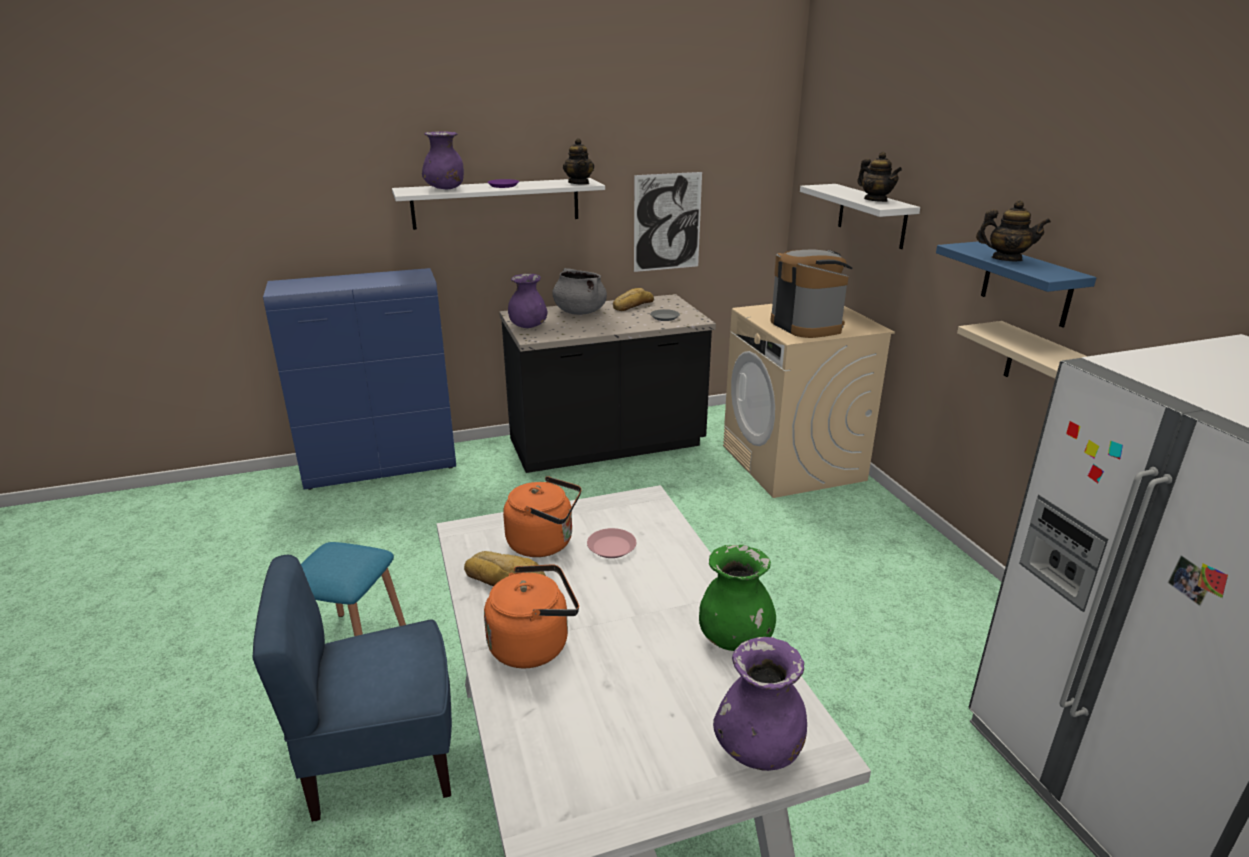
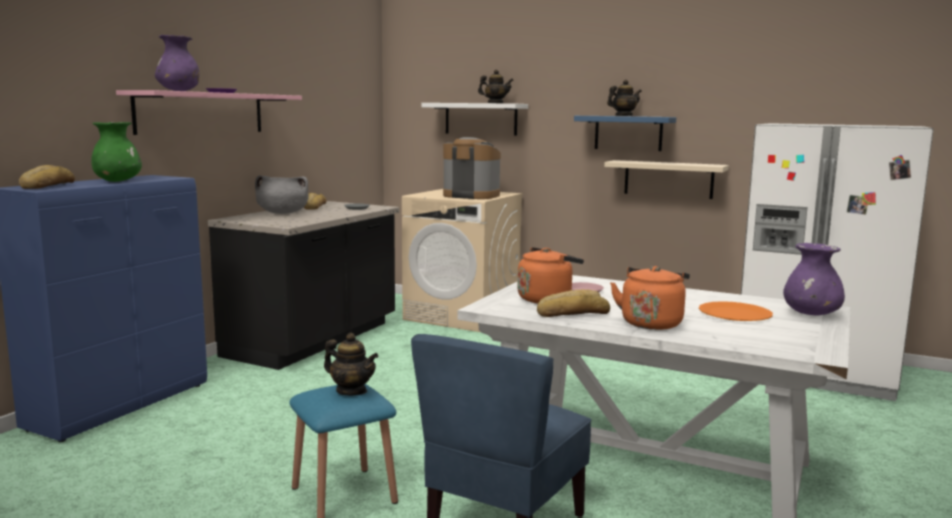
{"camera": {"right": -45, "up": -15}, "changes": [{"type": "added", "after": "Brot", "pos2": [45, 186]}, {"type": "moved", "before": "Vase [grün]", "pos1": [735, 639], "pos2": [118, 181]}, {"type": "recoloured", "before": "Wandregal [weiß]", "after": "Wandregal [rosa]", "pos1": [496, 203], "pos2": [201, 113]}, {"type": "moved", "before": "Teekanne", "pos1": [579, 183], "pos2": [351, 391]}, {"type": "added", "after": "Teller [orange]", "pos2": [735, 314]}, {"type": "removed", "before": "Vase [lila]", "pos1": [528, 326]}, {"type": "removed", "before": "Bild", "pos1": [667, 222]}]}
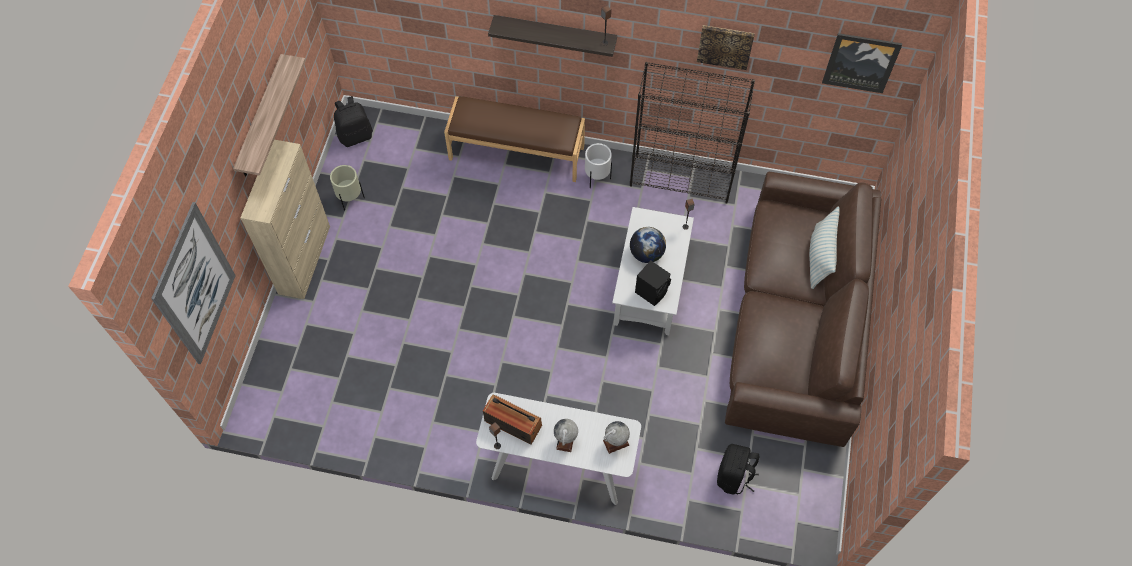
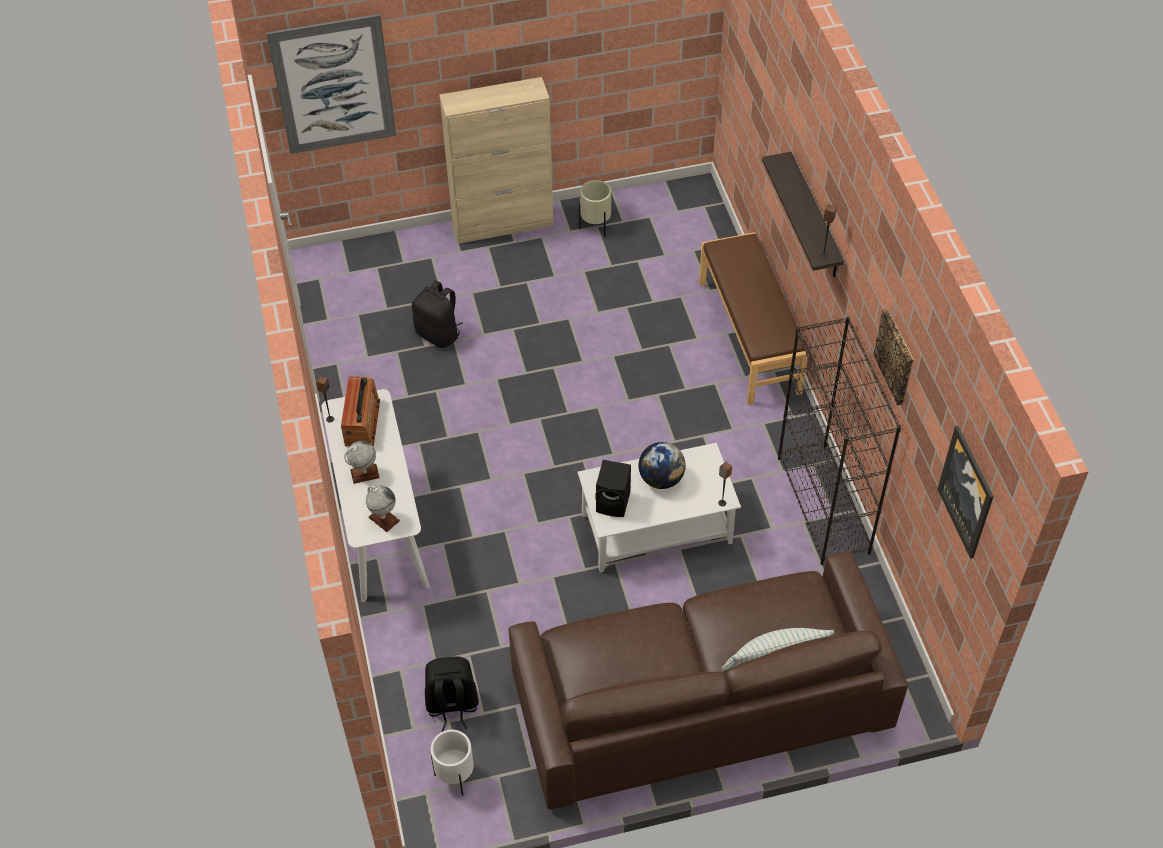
{"camera": {"right": 65, "up": -10}, "changes": [{"type": "moved", "before": "Rucksack [schwarz]", "pos1": [355, 135], "pos2": [439, 334]}, {"type": "moved", "before": "Pflanzkübel [weiß]", "pos1": [597, 178], "pos2": [455, 777]}, {"type": "removed", "before": "Wandregal", "pos1": [261, 118]}]}
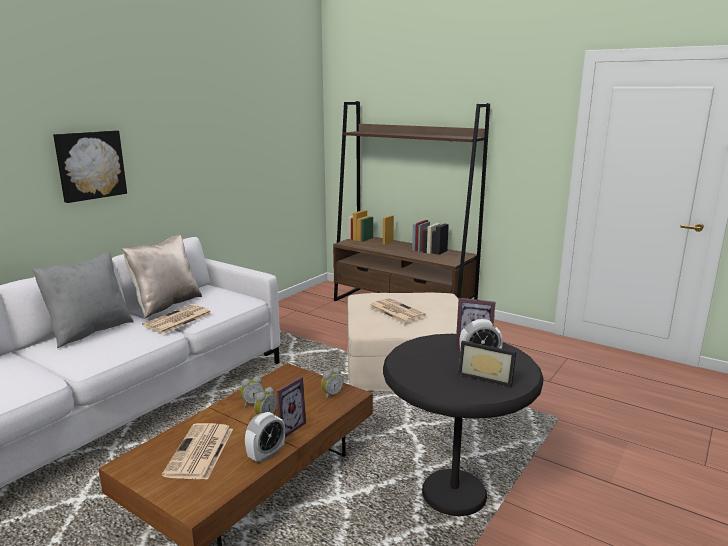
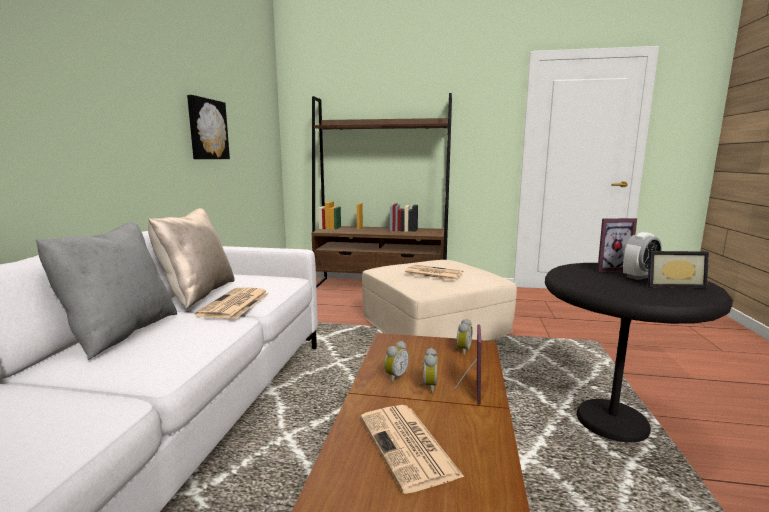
{"camera": {"right": -25, "up": -5}, "changes": [{"type": "moved", "before": "Bild", "pos1": [90, 165], "pos2": [207, 129]}, {"type": "removed", "before": "Wecker", "pos1": [266, 454]}]}
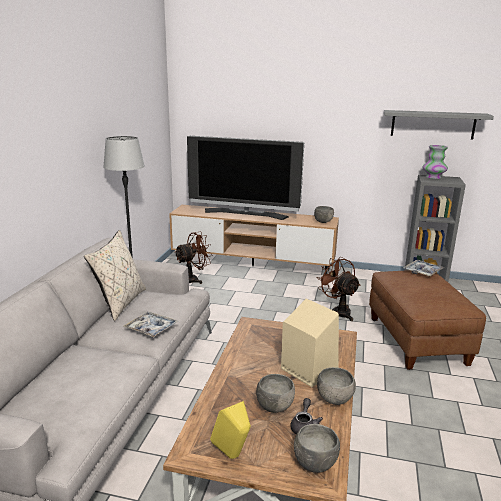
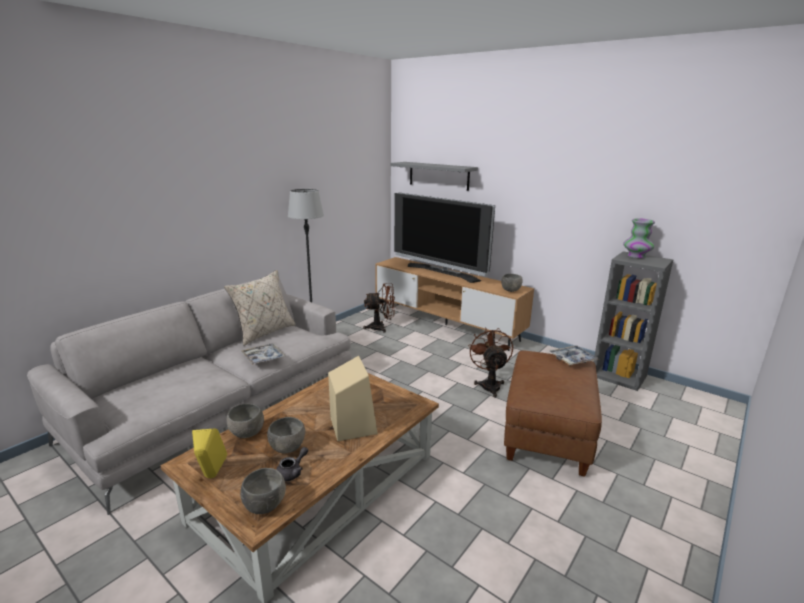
{"camera": {"right": 25, "up": 0}, "changes": [{"type": "moved", "before": "Schüssel [grau]", "pos1": [335, 400], "pos2": [247, 434]}, {"type": "moved", "before": "Wandregal [grau]", "pos1": [433, 124], "pos2": [438, 175]}]}
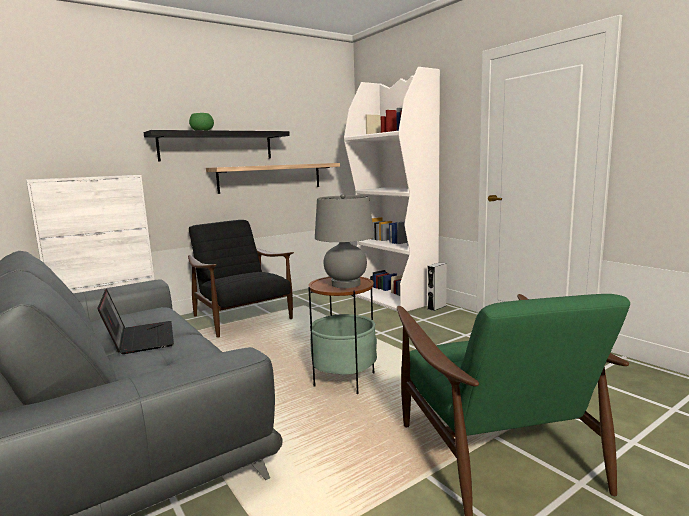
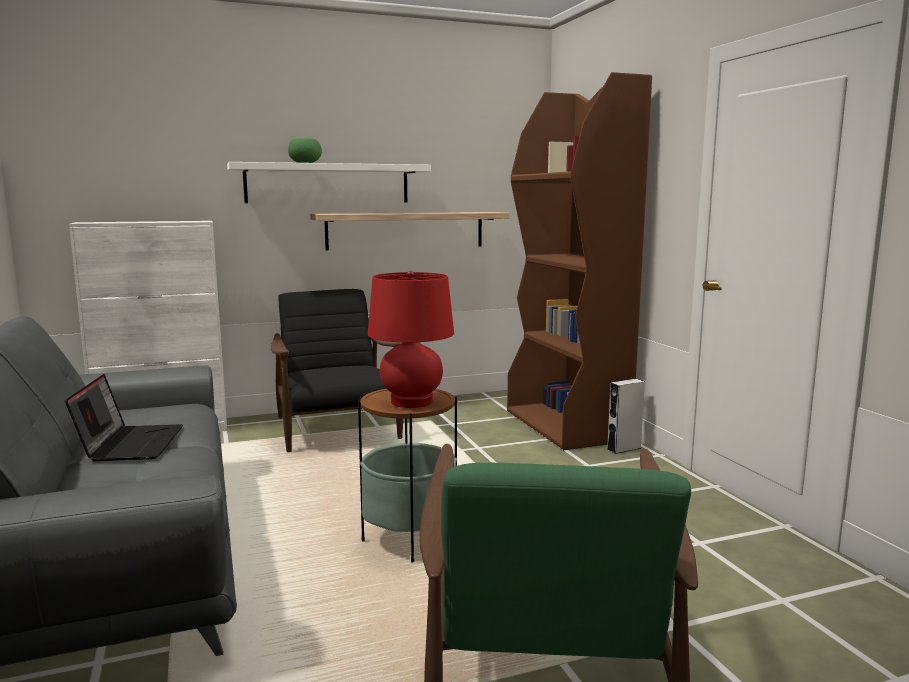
{"camera": {"right": 15, "up": 0}, "changes": [{"type": "recoloured", "before": "Wandregal [schwarz]", "after": "Wandregal [weiß]", "pos1": [217, 146], "pos2": [328, 183]}, {"type": "recoloured", "before": "Tischlampe [grau]", "after": "Tischlampe [rot]", "pos1": [346, 284], "pos2": [411, 401]}, {"type": "recoloured", "before": "Bücherregal [weiß]", "after": "Bücherregal [braun]", "pos1": [393, 298], "pos2": [567, 426]}]}
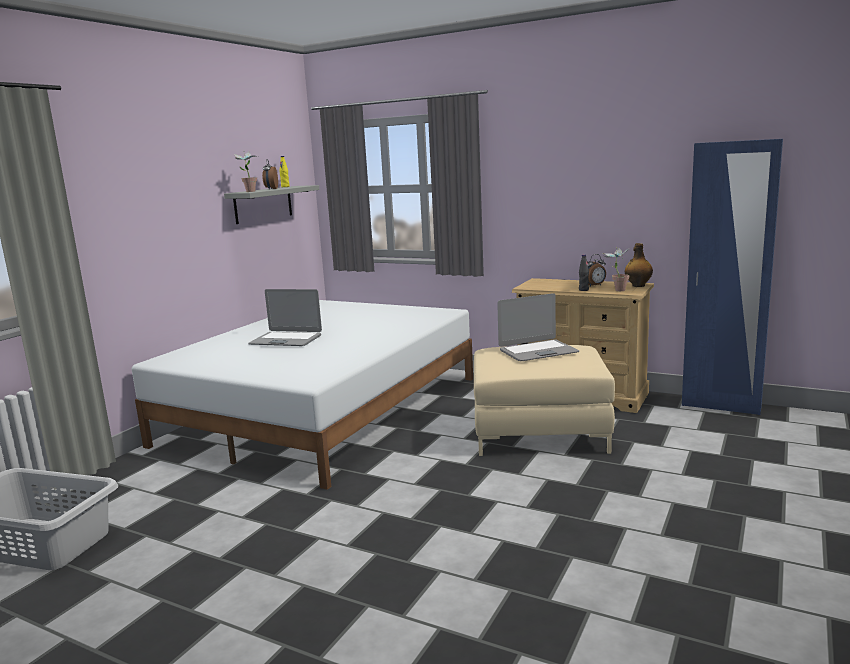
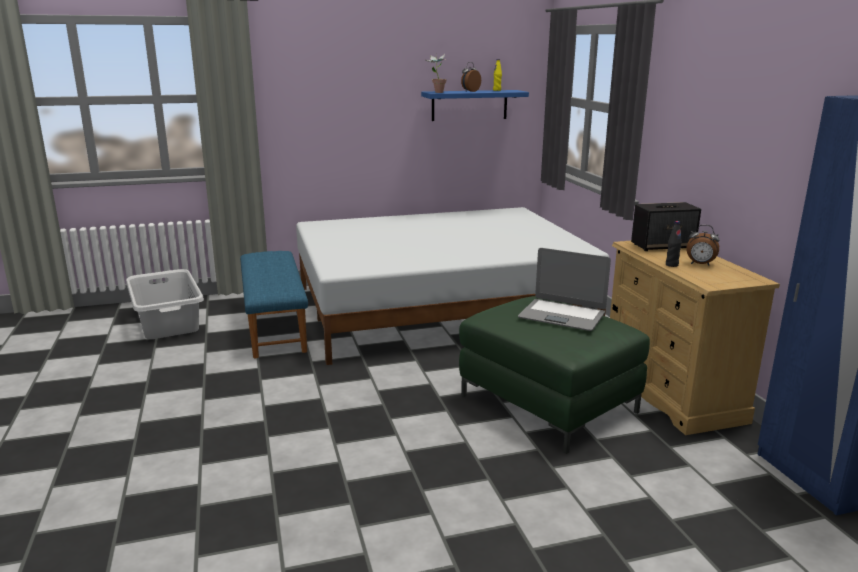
{"camera": {"right": 45, "up": 5}, "changes": [{"type": "added", "after": "Bank [blau]", "pos2": [275, 325]}, {"type": "recoloured", "before": "Wandregal [grau]", "after": "Wandregal [blau]", "pos1": [263, 204], "pos2": [469, 105]}, {"type": "recoloured", "before": "Polsterhocker [beige]", "after": "Polsterhocker [grün]", "pos1": [539, 433], "pos2": [548, 403]}, {"type": "added", "after": "Lautsprecher", "pos2": [663, 246]}, {"type": "removed", "before": "Laptop", "pos1": [286, 340]}, {"type": "removed", "before": "Topfpflanze", "pos1": [616, 290]}, {"type": "removed", "before": "Flasche", "pos1": [638, 285]}]}
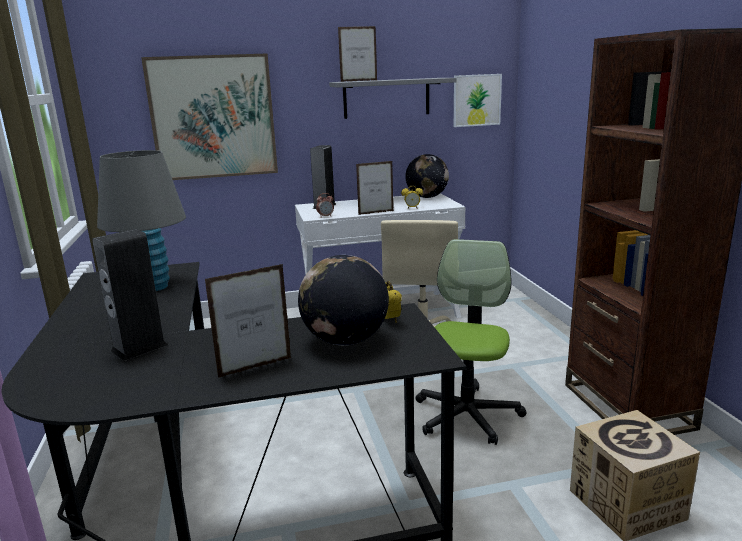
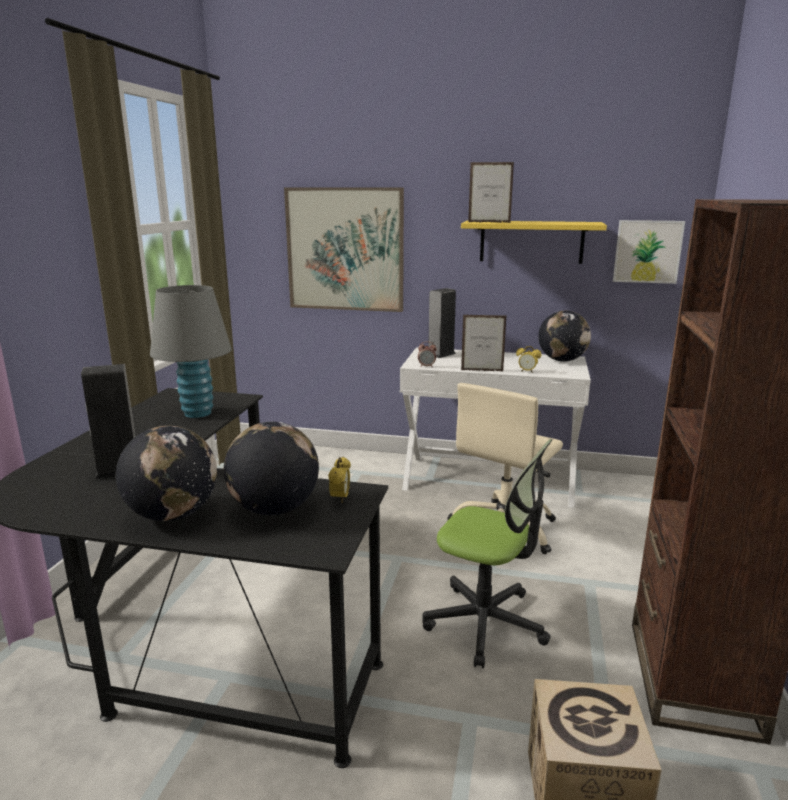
{"camera": {"right": 25, "up": 0}, "changes": [{"type": "replaced", "before": "Bilderrahmen", "after": "Globus", "pos1": [255, 367], "pos2": [173, 515]}, {"type": "turned", "before": "Bürostuhl", "pos1": [467, 415], "pos2": [485, 623], "turn": 75}, {"type": "recoloured", "before": "Wandregal [grau]", "after": "Wandregal [gelb]", "pos1": [386, 98], "pos2": [531, 242]}]}
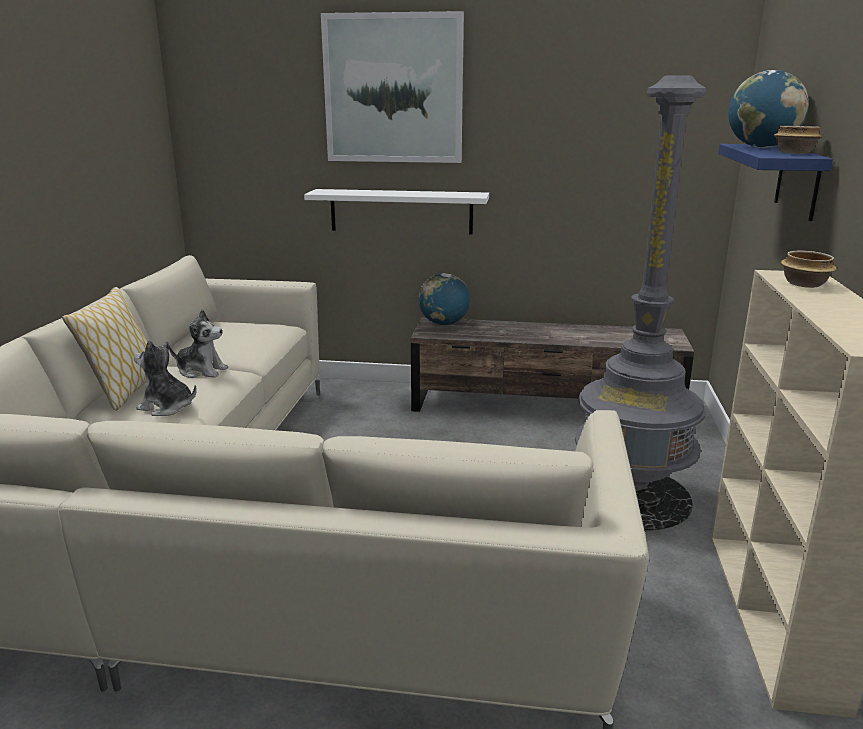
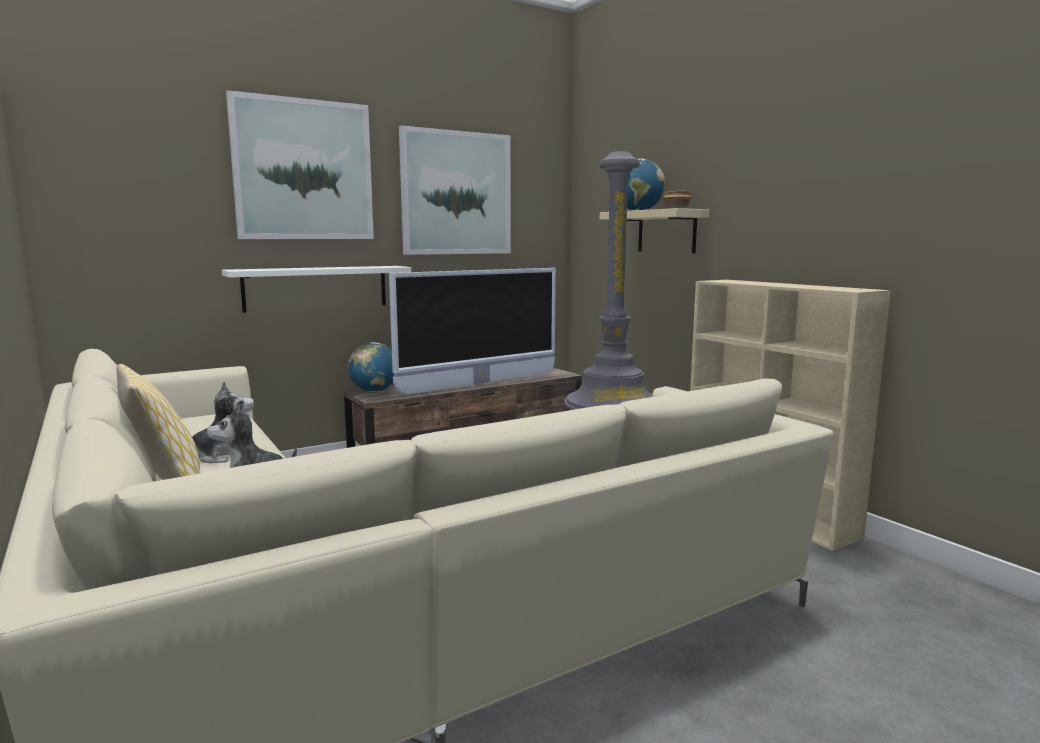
{"camera": {"right": -40, "up": -10}, "changes": [{"type": "added", "after": "Fernseher", "pos2": [480, 383]}, {"type": "added", "after": "Bild", "pos2": [456, 193]}, {"type": "recoloured", "before": "Wandregal [blau]", "after": "Wandregal [beige]", "pos1": [798, 181], "pos2": [666, 231]}, {"type": "removed", "before": "Schüssel", "pos1": [804, 284]}]}
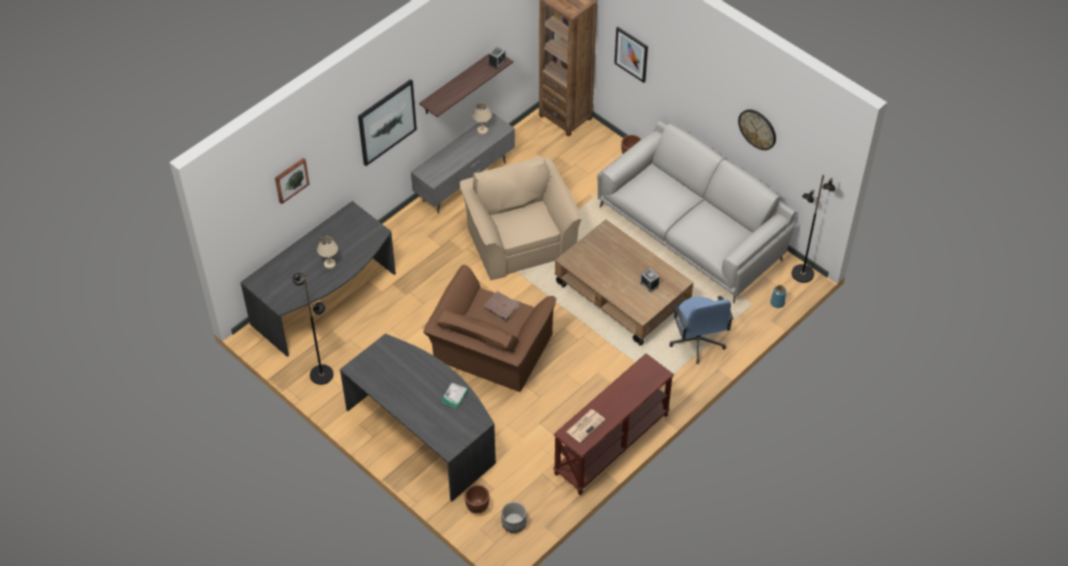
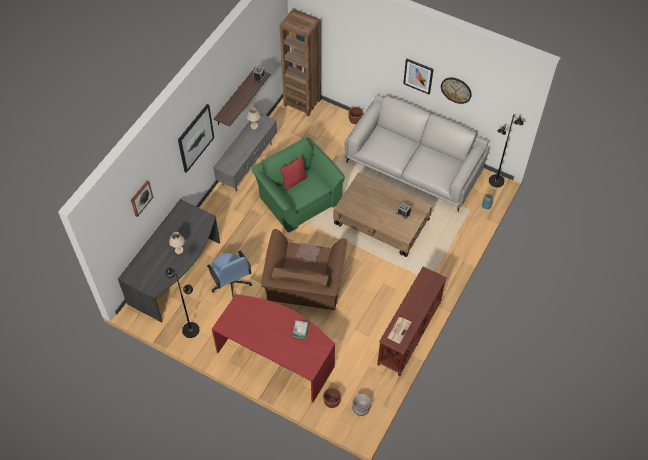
{"camera": {"right": -15, "up": 5}, "changes": [{"type": "moved", "before": "Bürostuhl [blau]", "pos1": [697, 341], "pos2": [231, 284]}, {"type": "recoloured", "before": "Schreibtisch [grau]", "after": "Schreibtisch [rot]", "pos1": [423, 433], "pos2": [277, 356]}, {"type": "recoloured", "before": "Sessel [beige]", "after": "Sessel [grün]", "pos1": [519, 237], "pos2": [298, 196]}, {"type": "added", "after": "Kissen [rot]", "pos2": [294, 181]}, {"type": "moved", "before": "Bild", "pos1": [631, 54], "pos2": [418, 76]}]}
